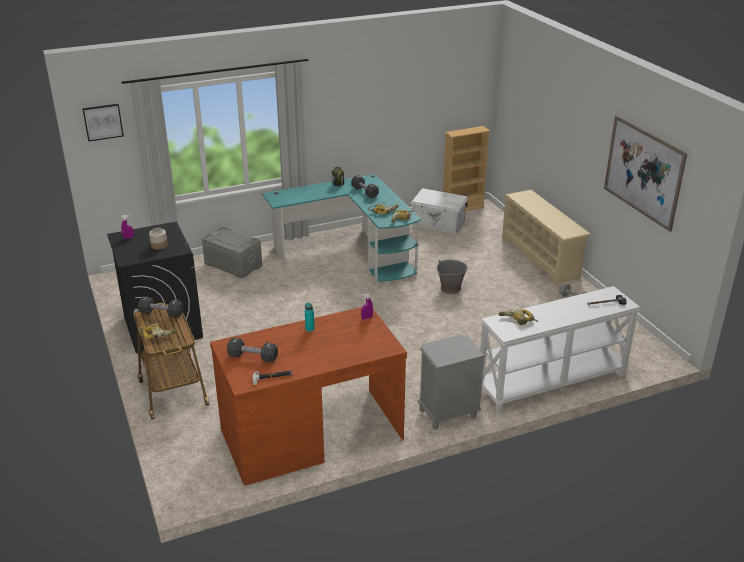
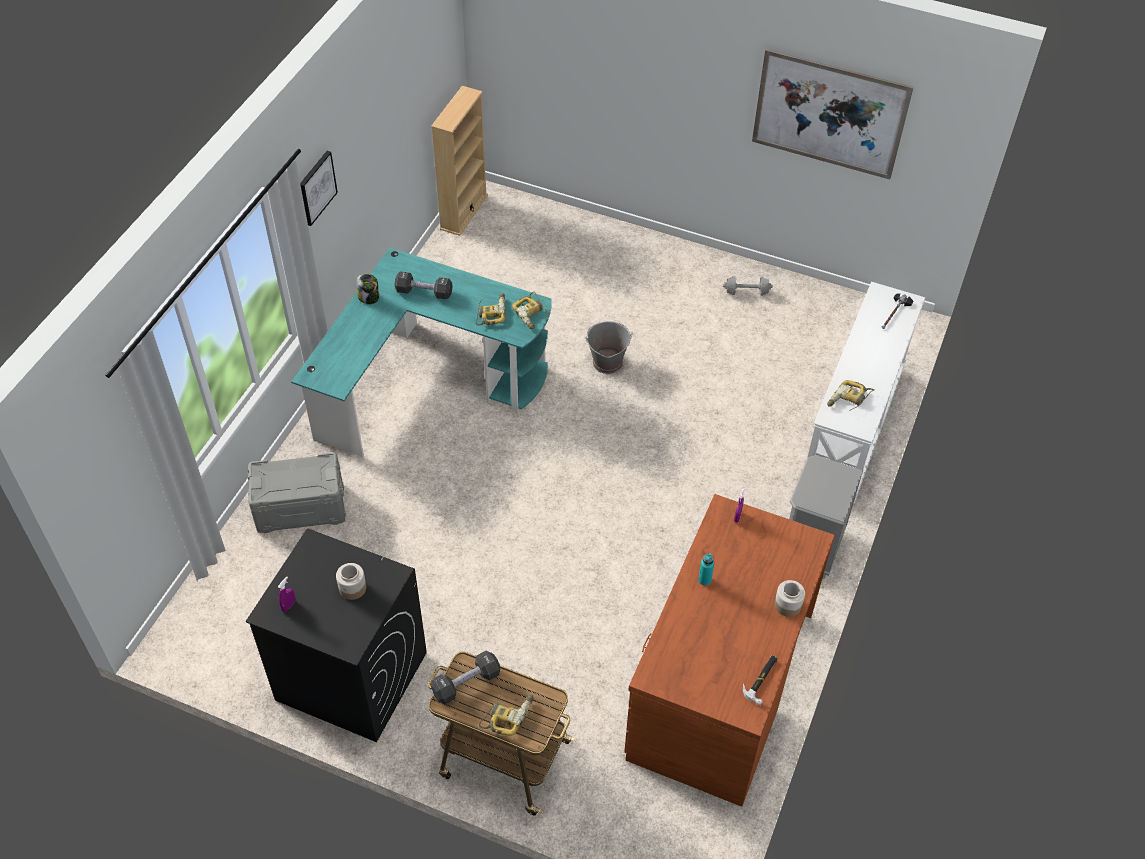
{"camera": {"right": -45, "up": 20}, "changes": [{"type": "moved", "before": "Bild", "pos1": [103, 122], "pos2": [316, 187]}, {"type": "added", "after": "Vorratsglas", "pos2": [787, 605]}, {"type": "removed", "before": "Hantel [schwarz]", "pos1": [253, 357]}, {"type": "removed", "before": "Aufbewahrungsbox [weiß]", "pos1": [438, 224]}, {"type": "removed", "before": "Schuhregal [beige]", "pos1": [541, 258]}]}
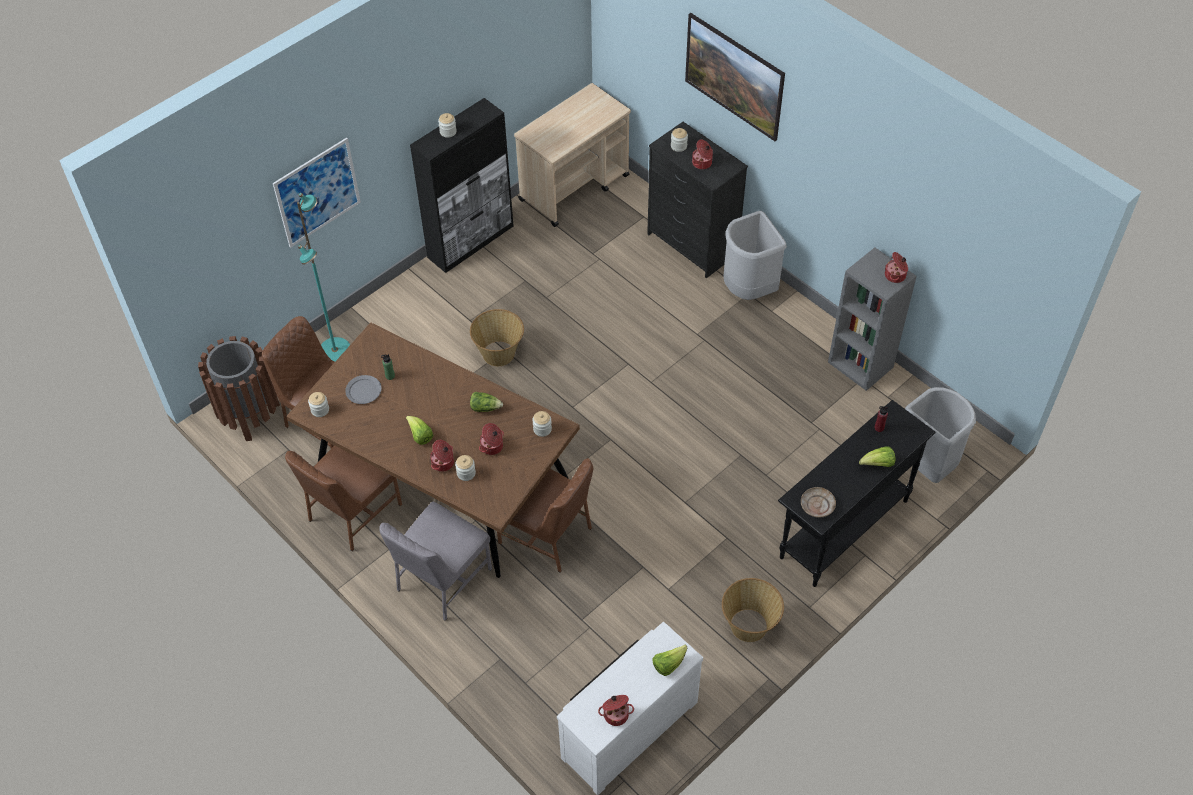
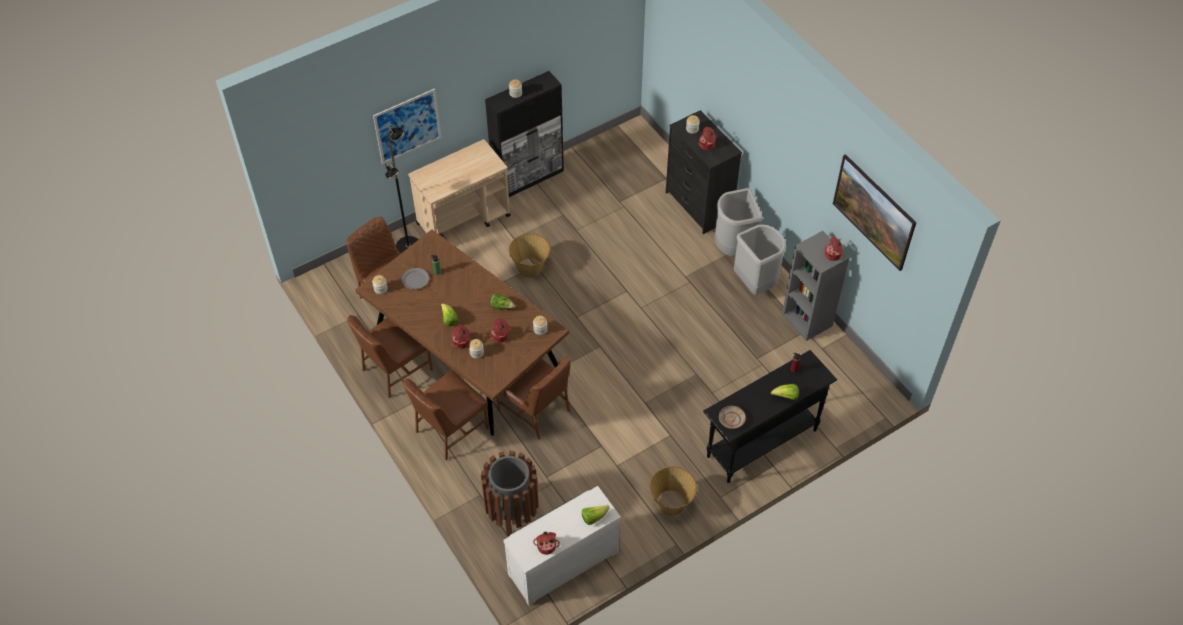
{"camera": {"right": 10, "up": 0}, "changes": [{"type": "recoloured", "before": "Stehlampe [türkis]", "after": "Stehlampe [schwarz]", "pos1": [336, 351], "pos2": [409, 246]}, {"type": "recoloured", "before": "Stuhl [grau]", "after": "Stuhl [braun]", "pos1": [442, 579], "pos2": [450, 430]}, {"type": "moved", "before": "Rollwagen [beige]", "pos1": [575, 187], "pos2": [464, 219]}, {"type": "moved", "before": "Mülleimer [braun]", "pos1": [249, 415], "pos2": [512, 512]}, {"type": "moved", "before": "Mülleimer [grau]", "pos1": [927, 464], "pos2": [756, 283]}, {"type": "moved", "before": "Bild", "pos1": [732, 93], "pos2": [870, 224]}]}
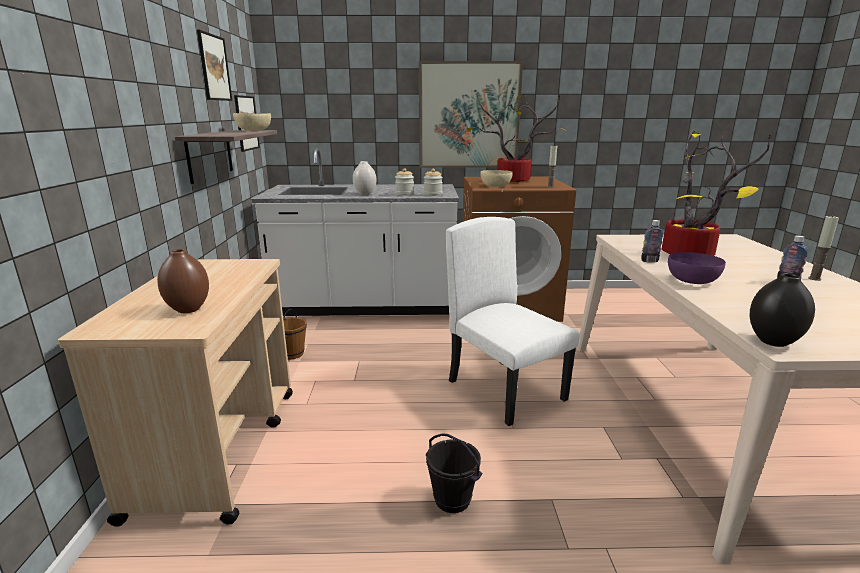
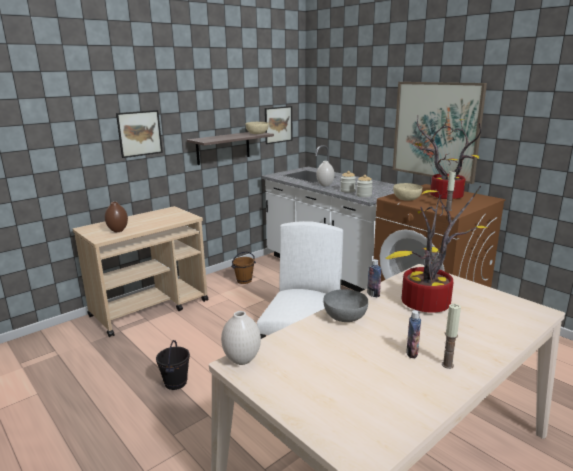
{"camera": {"right": 50, "up": 0}, "changes": [{"type": "moved", "before": "Bild", "pos1": [214, 67], "pos2": [139, 133]}, {"type": "recoloured", "before": "Vase [schwarz]", "after": "Vase [weiß]", "pos1": [773, 341], "pos2": [242, 360]}, {"type": "recoloured", "before": "Schüssel [lila]", "after": "Schüssel [grau]", "pos1": [692, 281], "pos2": [344, 317]}]}
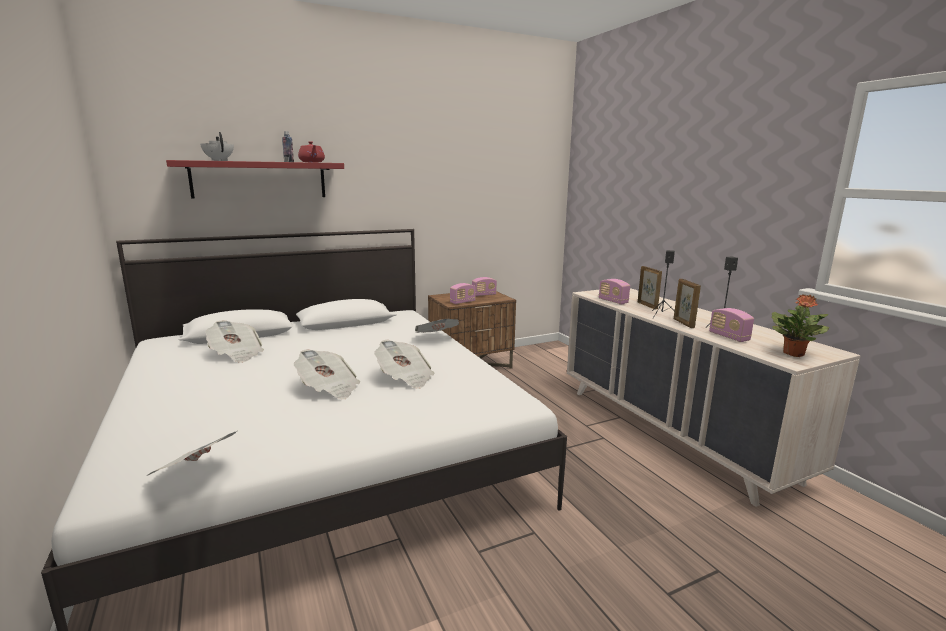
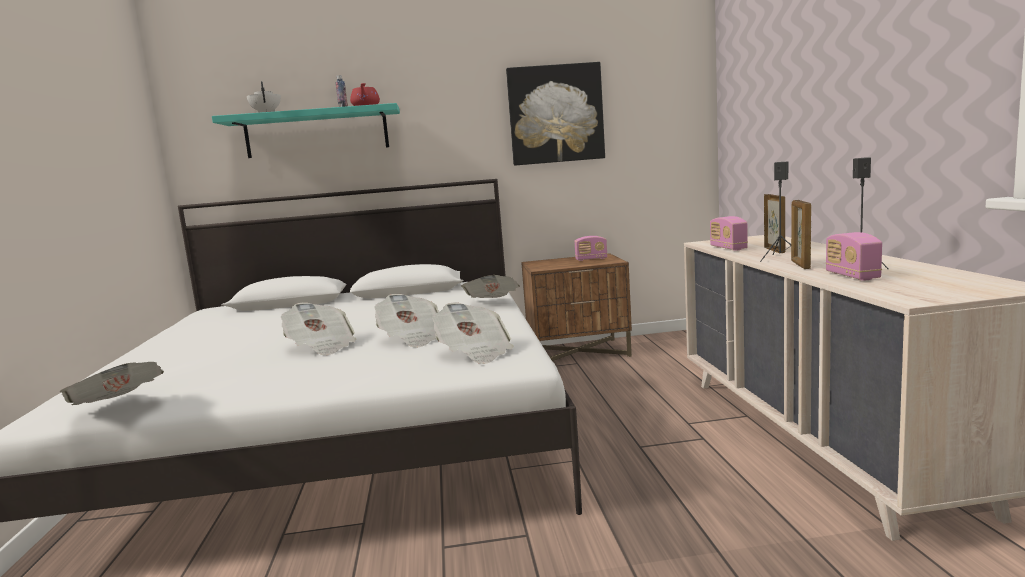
{"camera": {"right": 20, "up": -5}, "changes": [{"type": "recoloured", "before": "Wandregal [rot]", "after": "Wandregal [türkis]", "pos1": [259, 180], "pos2": [317, 133]}, {"type": "moved", "before": "Zeitung", "pos1": [236, 354], "pos2": [474, 353]}, {"type": "added", "after": "Bild", "pos2": [555, 114]}, {"type": "removed", "before": "Radio", "pos1": [462, 302]}, {"type": "removed", "before": "Topfpflanze", "pos1": [793, 354]}]}
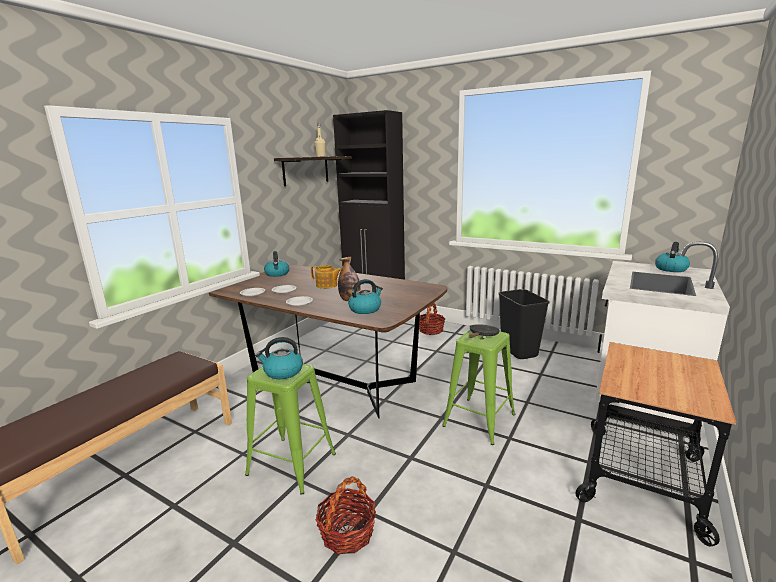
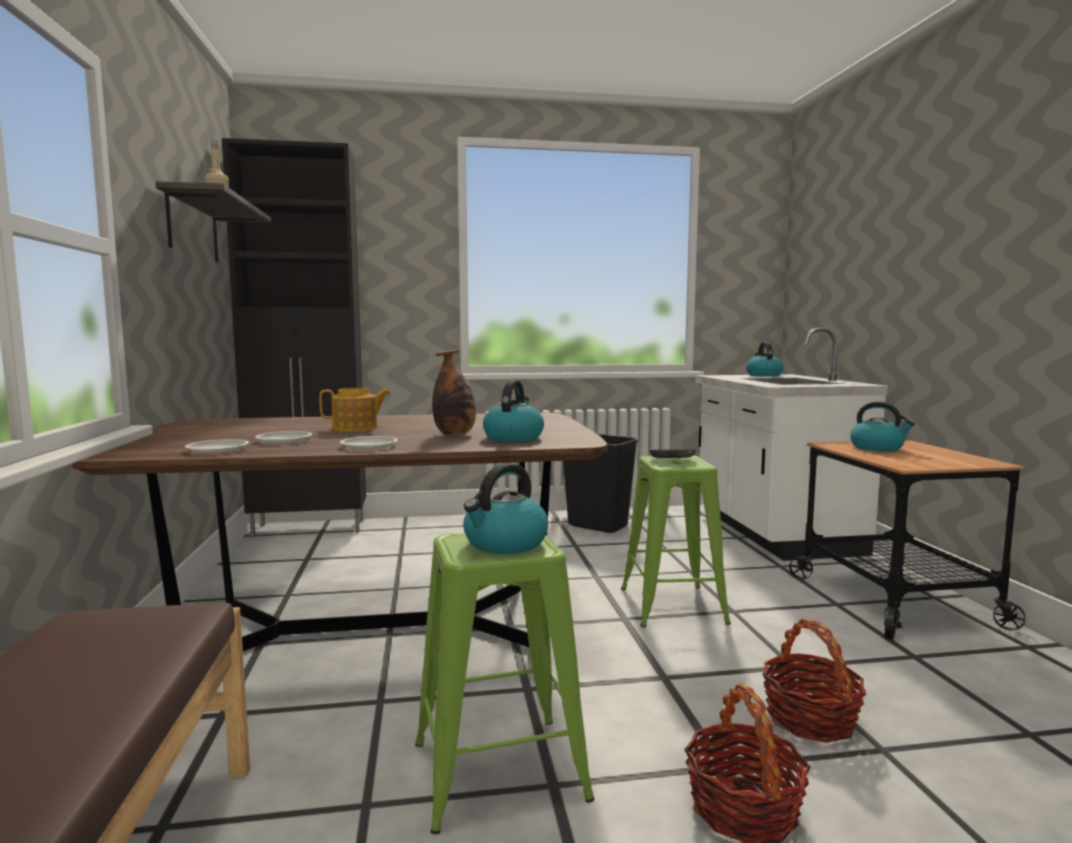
{"camera": {"right": -40, "up": -10}, "changes": [{"type": "moved", "before": "Korb", "pos1": [431, 330], "pos2": [810, 719]}, {"type": "moved", "before": "Wasserkessel", "pos1": [277, 274], "pos2": [877, 448]}]}
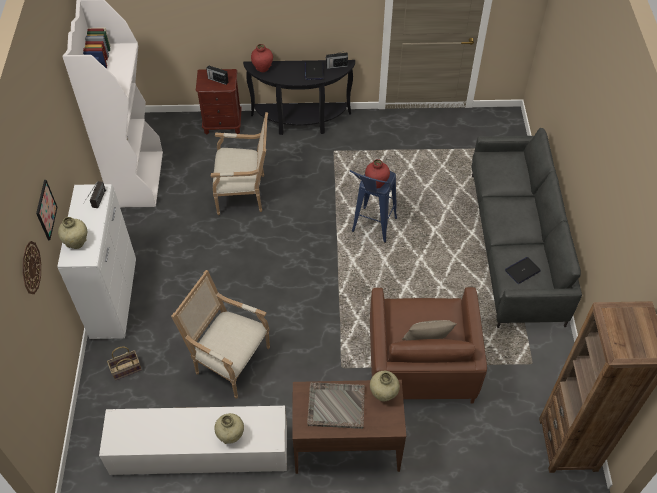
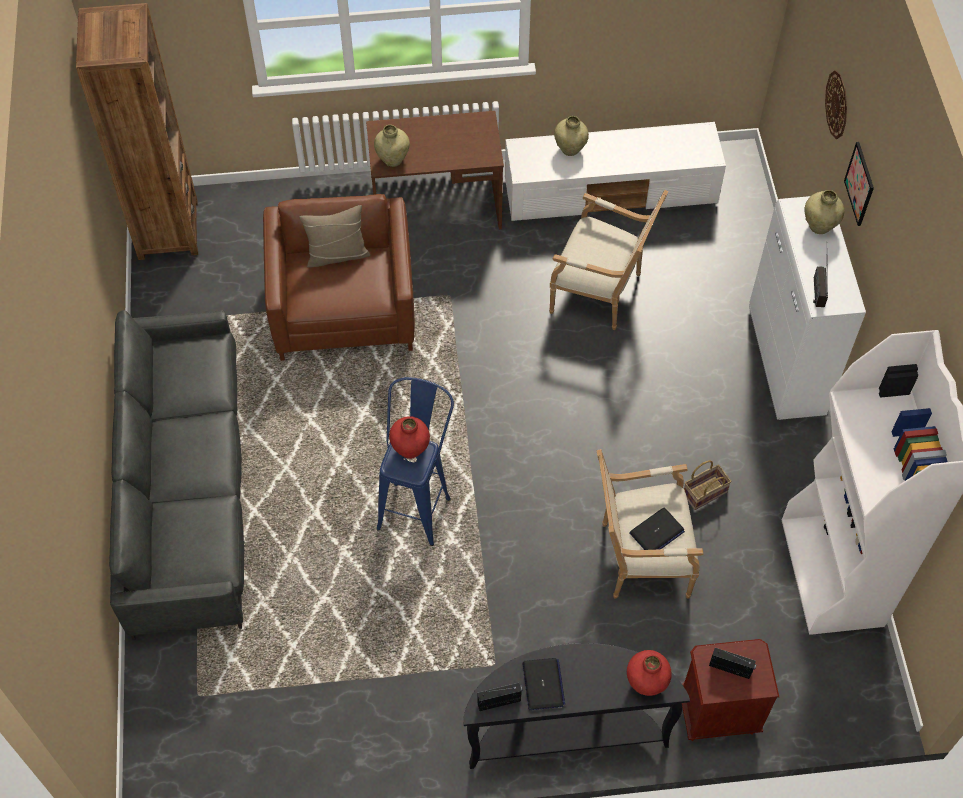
{"camera": {"right": 175, "up": 5}, "changes": [{"type": "moved", "before": "Laptop", "pos1": [522, 271], "pos2": [656, 532]}, {"type": "moved", "before": "Korb", "pos1": [125, 370], "pos2": [705, 492]}, {"type": "removed", "before": "Tablett [grau]", "pos1": [335, 406]}]}
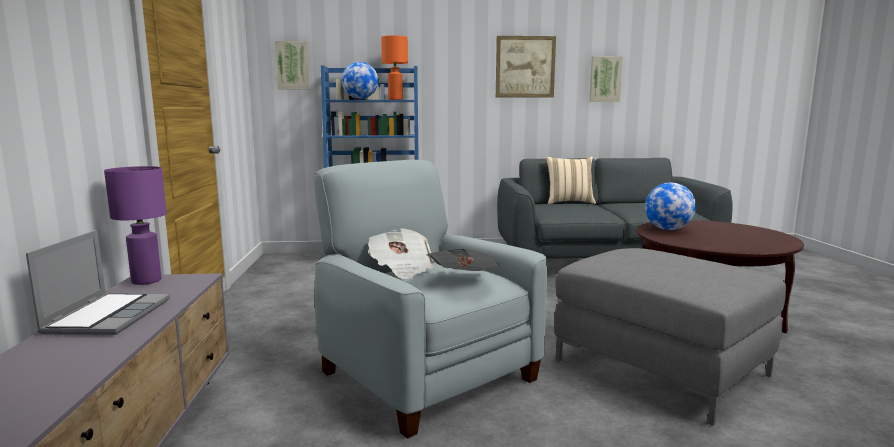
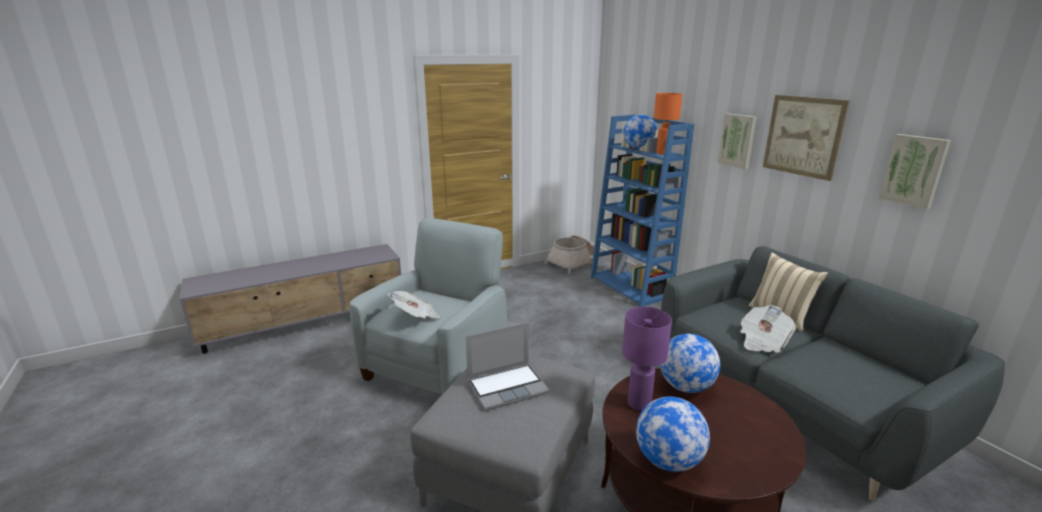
{"camera": {"right": 65, "up": 10}, "changes": [{"type": "moved", "before": "Laptop", "pos1": [108, 316], "pos2": [508, 387]}, {"type": "added", "after": "Korb", "pos2": [573, 262]}, {"type": "moved", "before": "Tischlampe [lila]", "pos1": [147, 281], "pos2": [640, 404]}, {"type": "added", "after": "Globus", "pos2": [668, 461]}, {"type": "moved", "before": "Bild", "pos1": [293, 65], "pos2": [738, 140]}, {"type": "moved", "before": "Zeitung", "pos1": [401, 269], "pos2": [762, 341]}]}
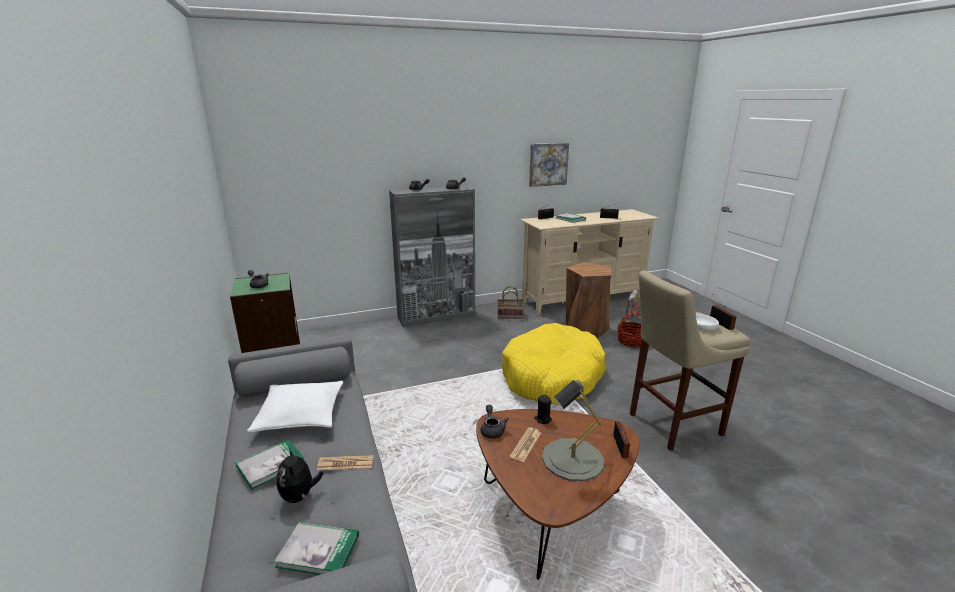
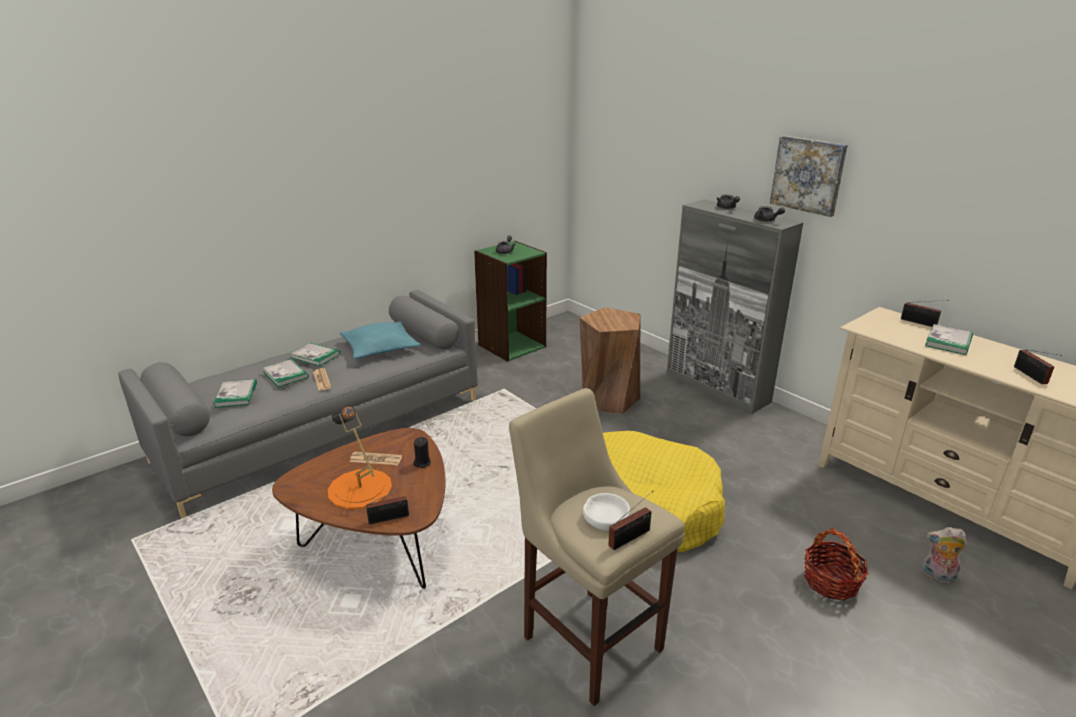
{"camera": {"right": 70, "up": 5}, "changes": [{"type": "replaced", "before": "Plüschtier", "after": "Buch", "pos1": [300, 496], "pos2": [286, 375]}, {"type": "recoloured", "before": "Tischlampe [grau]", "after": "Tischlampe [orange]", "pos1": [572, 459], "pos2": [359, 489]}, {"type": "recoloured", "before": "Kissen [weiß]", "after": "Kissen [türkis]", "pos1": [300, 415], "pos2": [380, 348]}, {"type": "moved", "before": "Hocker [braun]", "pos1": [585, 328], "pos2": [608, 398]}, {"type": "moved", "before": "Bild", "pos1": [548, 164], "pos2": [808, 175]}, {"type": "removed", "before": "Teekanne [grau]", "pos1": [492, 430]}, {"type": "removed", "before": "Korb", "pos1": [510, 315]}]}
